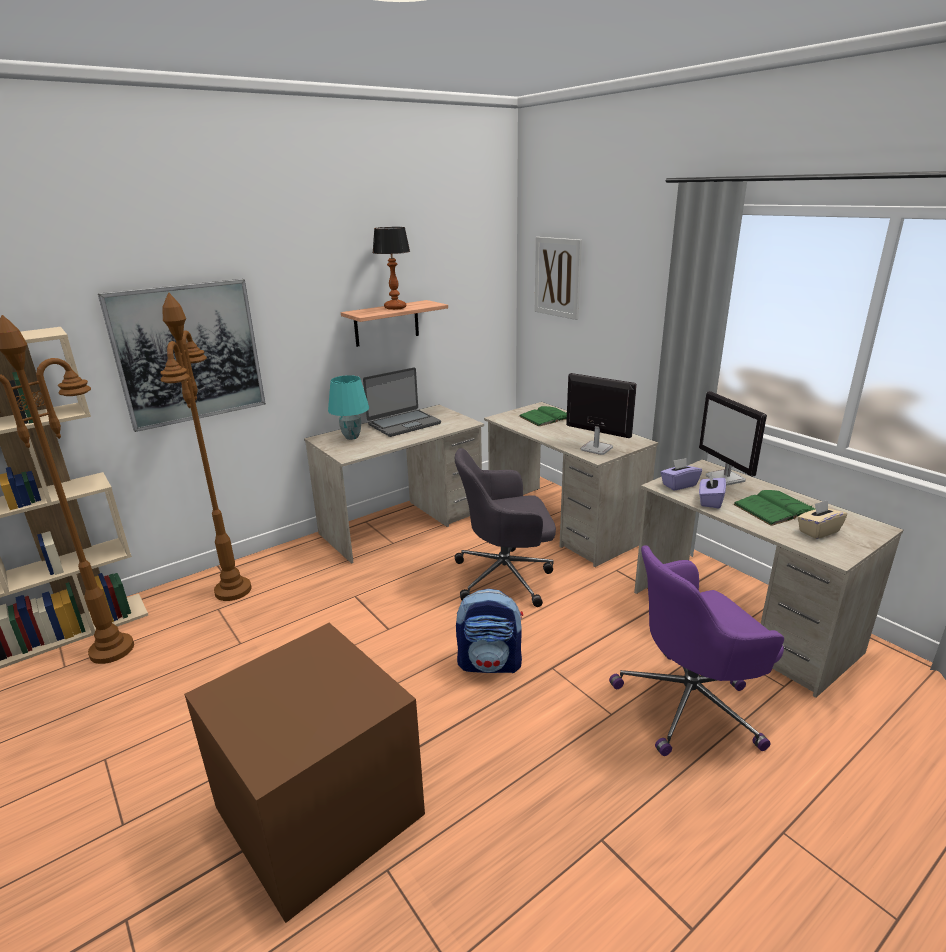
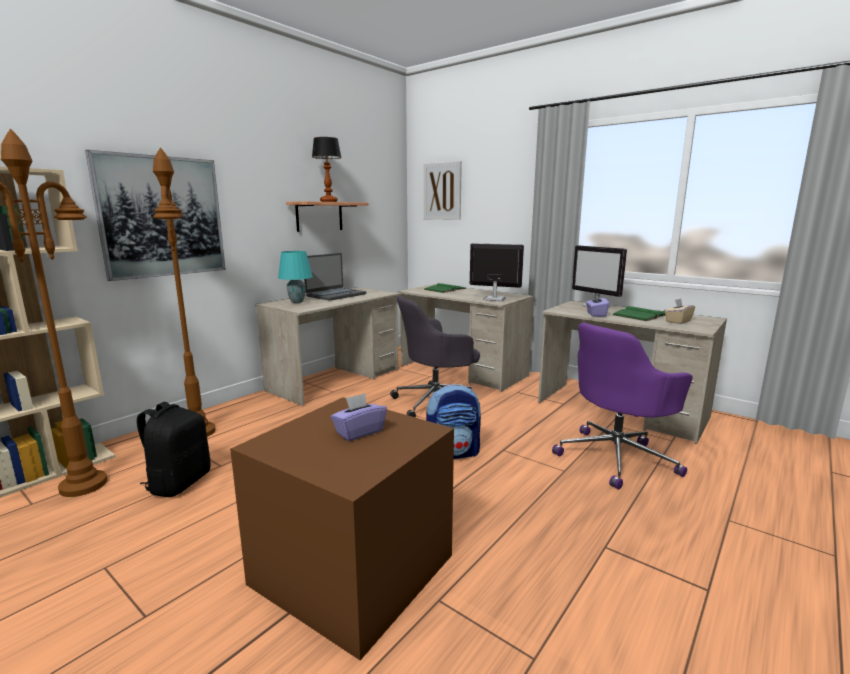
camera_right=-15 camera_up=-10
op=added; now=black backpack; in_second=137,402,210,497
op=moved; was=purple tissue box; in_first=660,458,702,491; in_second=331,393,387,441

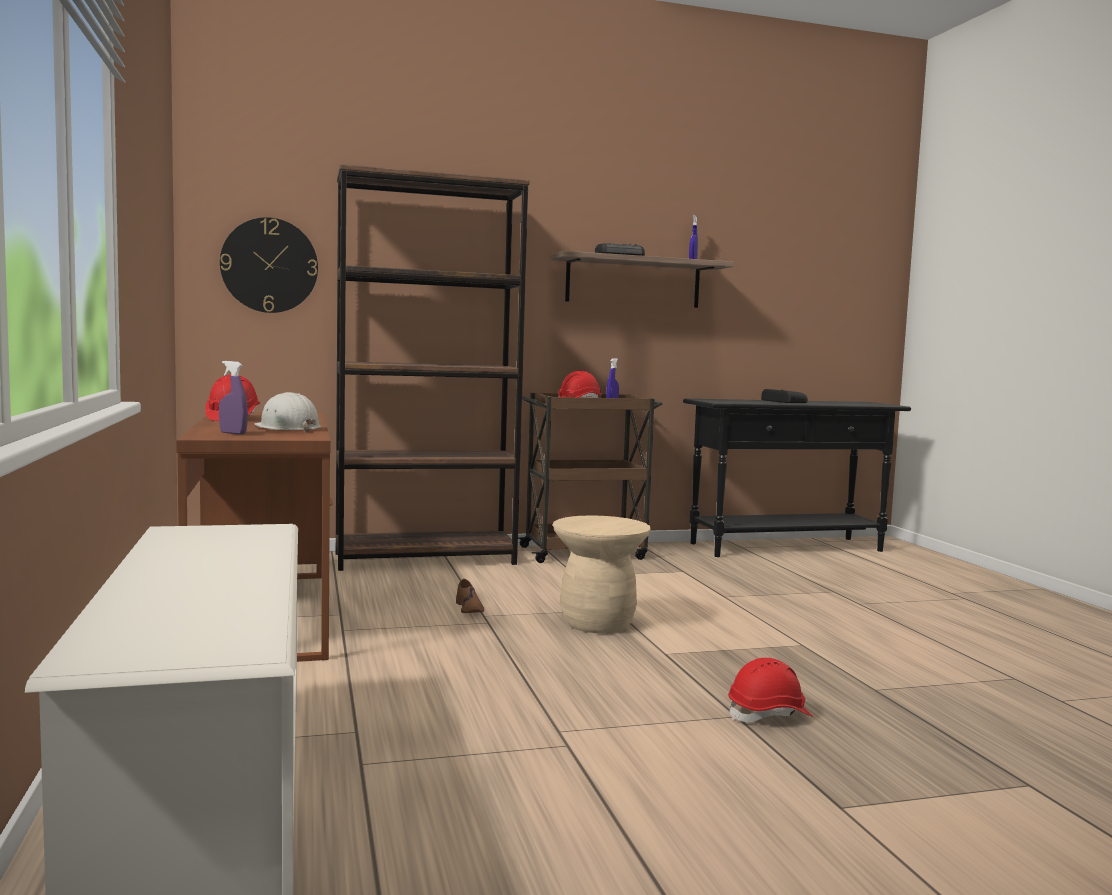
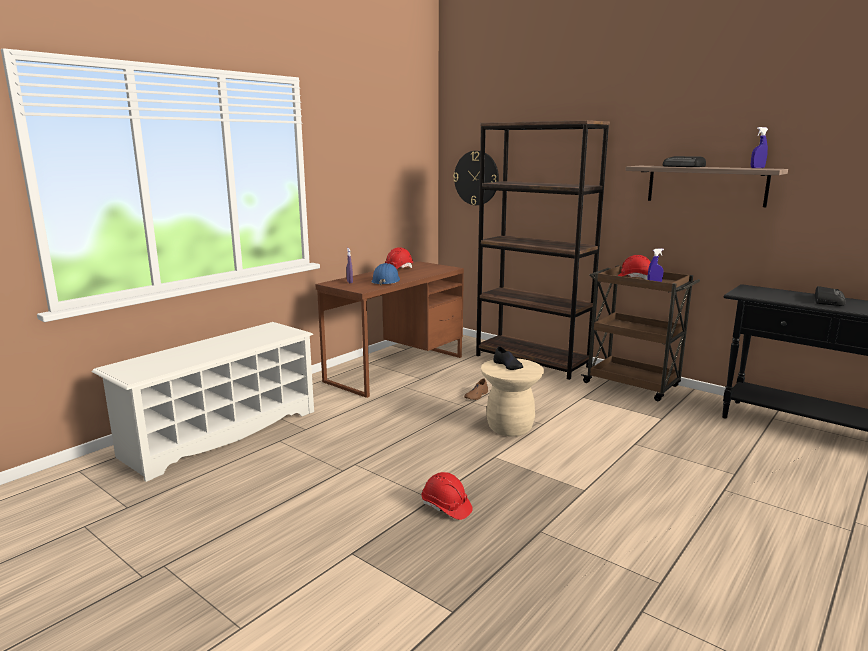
camera_right=55 camera_up=10
op=added; now=black shoe; in_second=493,346,523,370
op=recoloured; was=white hard hat; now=blue hard hat; in_first=255,392,322,432; in_second=372,263,400,285

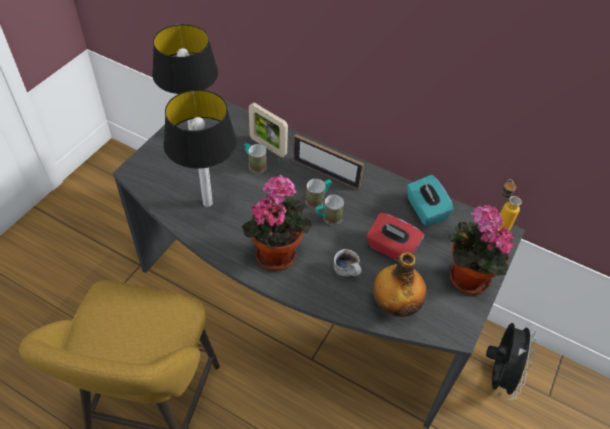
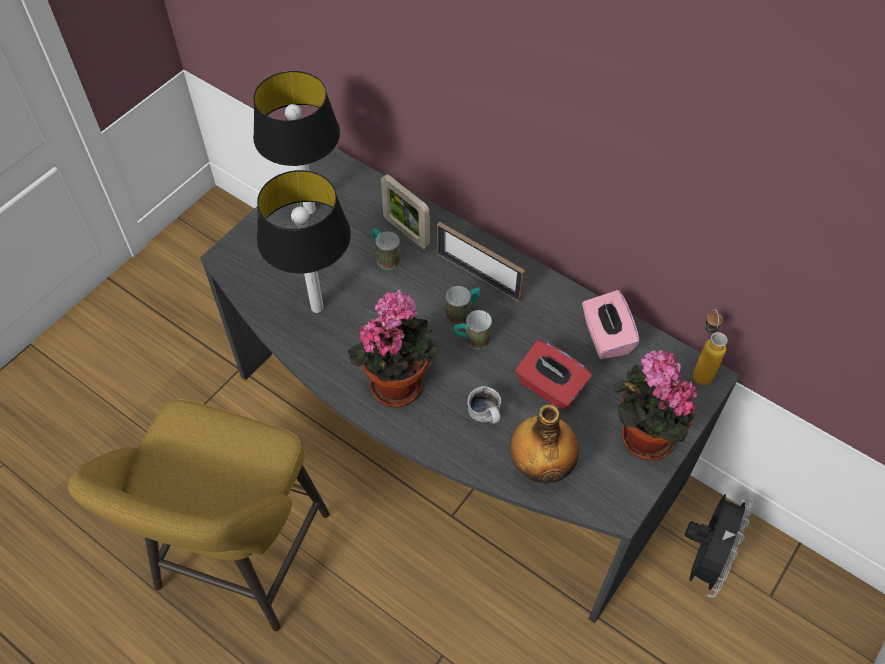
camera_right=10 camera_up=5
op=recoloured; was=turquoise tissue box; now=pink tissue box; in_first=407,175,454,226; in_second=582,290,640,359

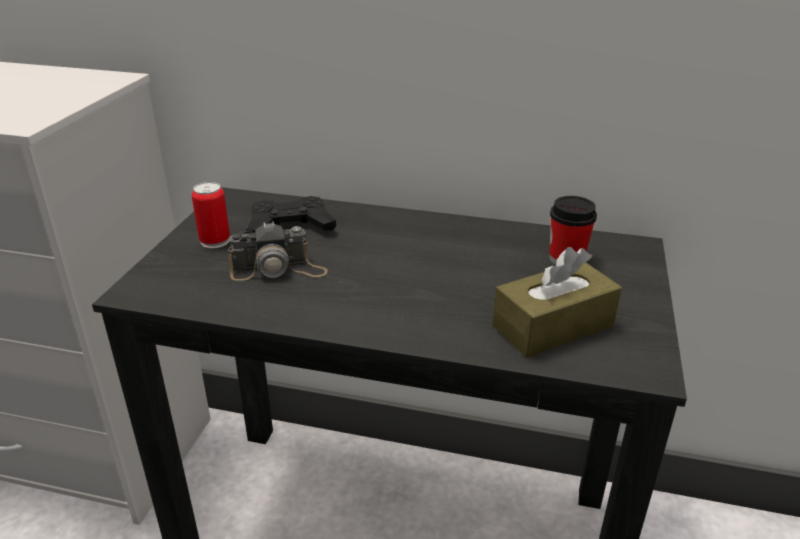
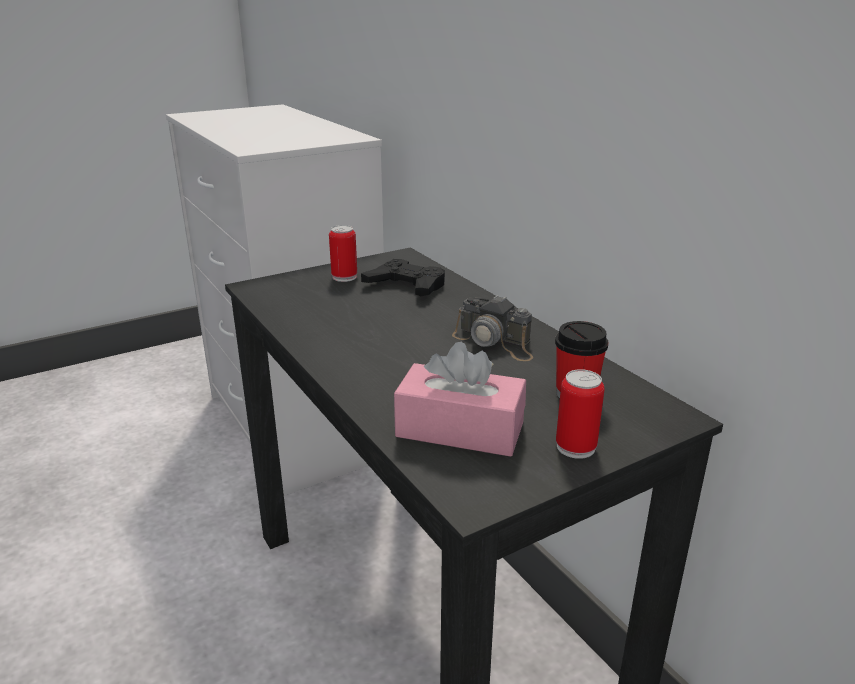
camera_right=45 camera_up=-5
op=added; now=can; in_second=556,369,605,459
op=moved; was=photo camera; in_first=228,221,327,281; in_second=452,295,533,361
op=recoloured; was=brown tissue box; now=pink tissue box; in_first=492,247,622,358; in_second=394,342,526,457

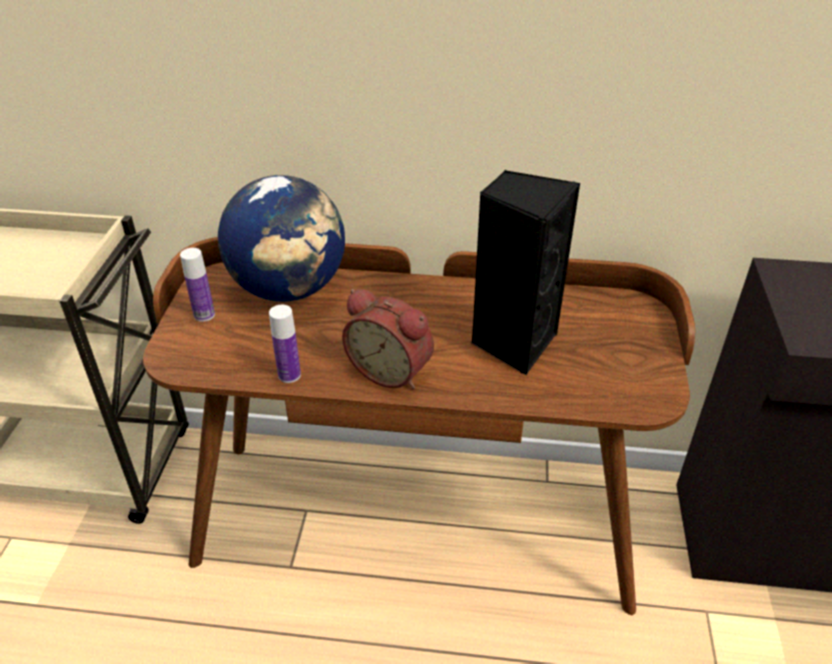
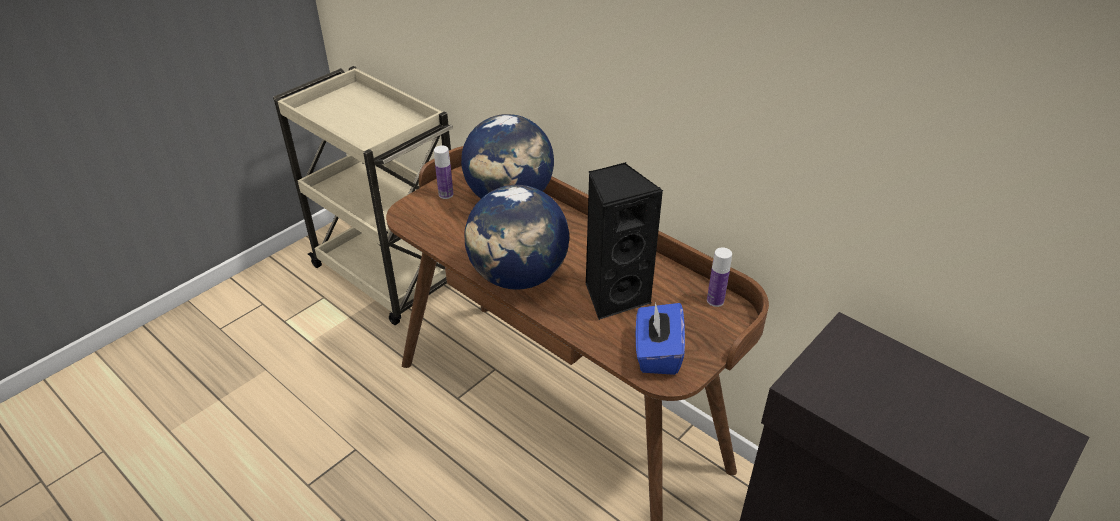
camera_right=35 camera_up=0
op=added; now=blue tissue box; in_second=636,302,685,375
op=moved; was=bottle; in_first=269,305,301,383; in_second=707,247,732,307
op=replaced; was=alarm clock; now=globe; in_first=342,289,434,389; in_second=464,185,569,290

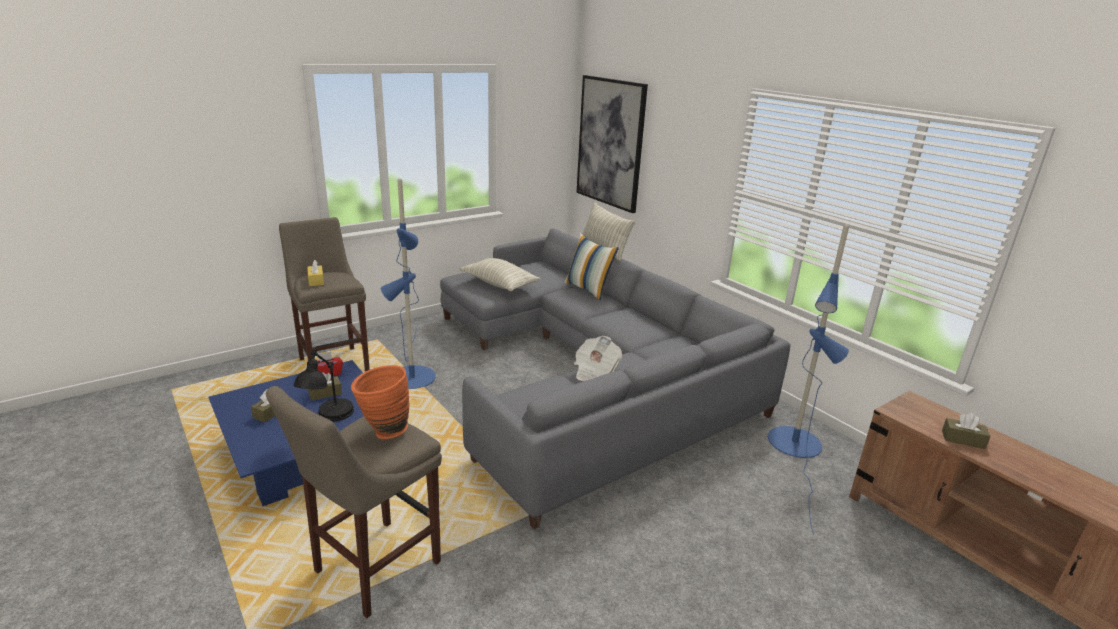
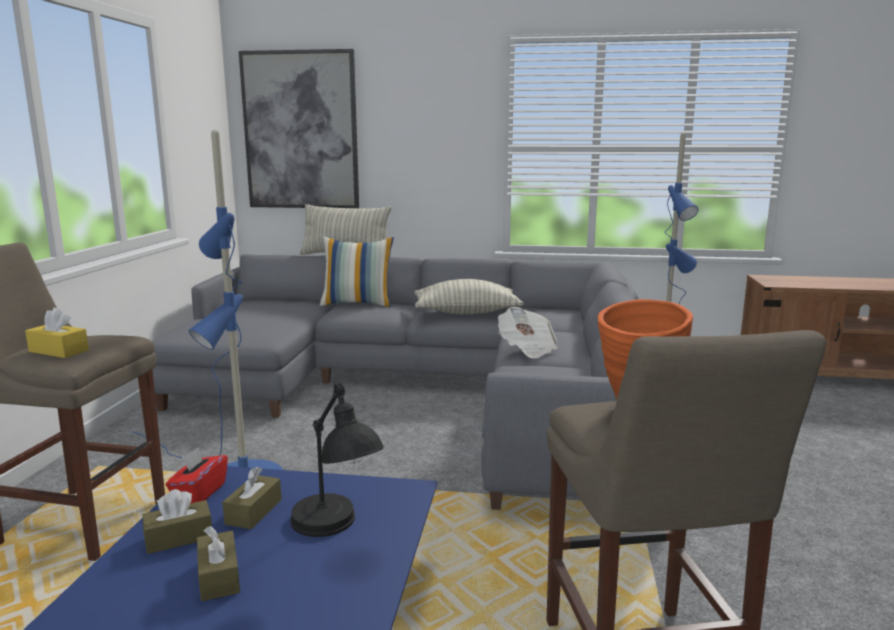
camera_right=-45 camera_up=-10
op=moved; was=pillow; in_first=459,258,541,291; in_second=414,279,524,314
op=moved; was=brown tissue box; in_first=942,413,990,449; in_second=142,489,212,554

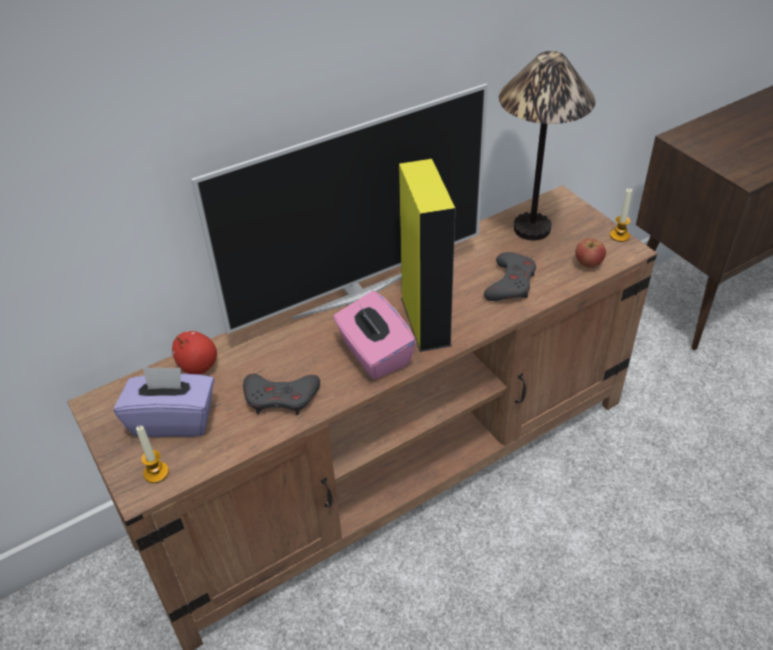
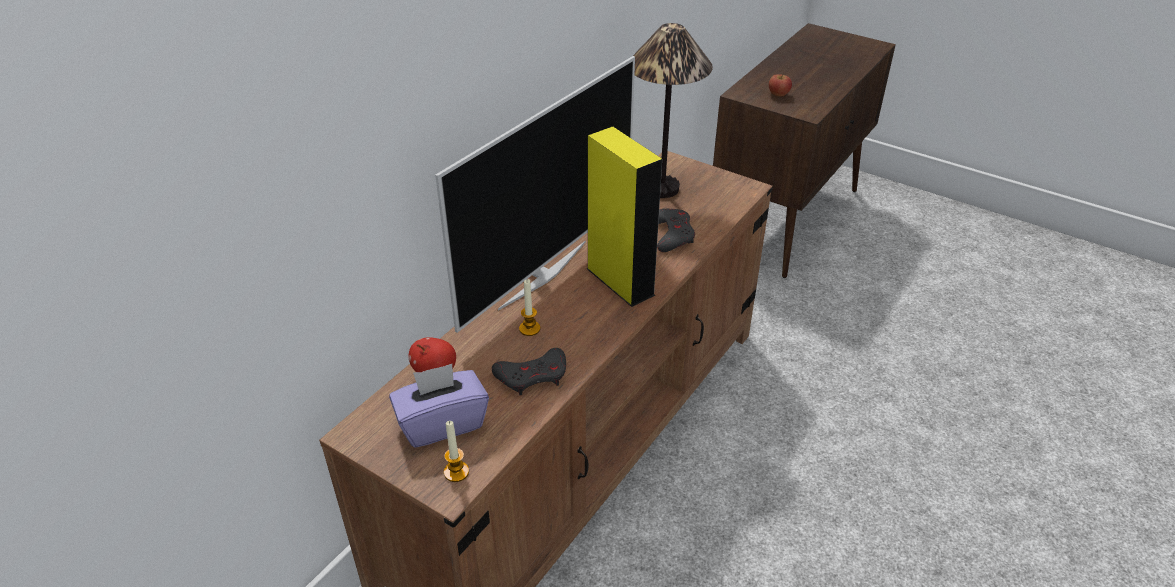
camera_right=-25 camera_up=-5
op=removed; was=pink tissue box; in_first=333,291,416,380
op=moved; was=apple; in_first=575,238,606,268; in_second=769,74,792,97
op=moved; was=candle; in_first=610,188,632,242; in_second=519,279,540,336

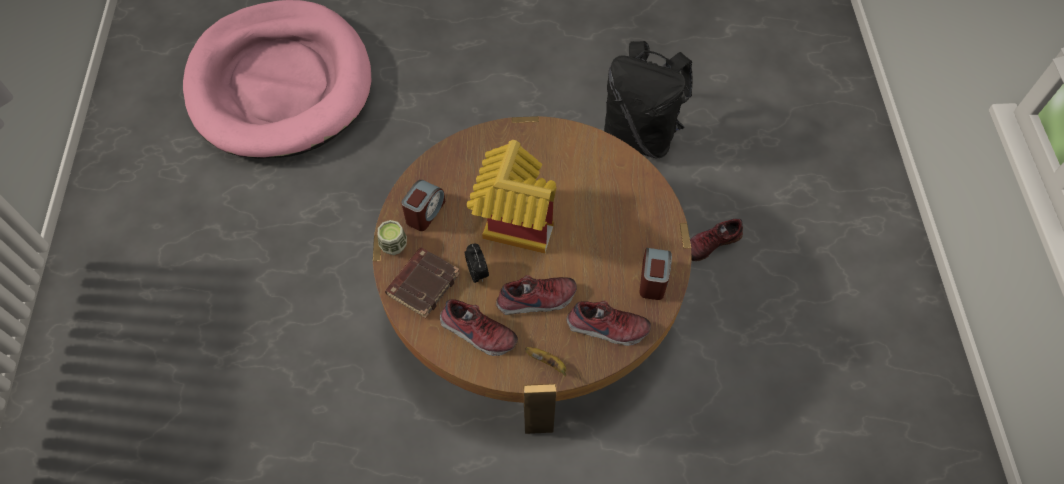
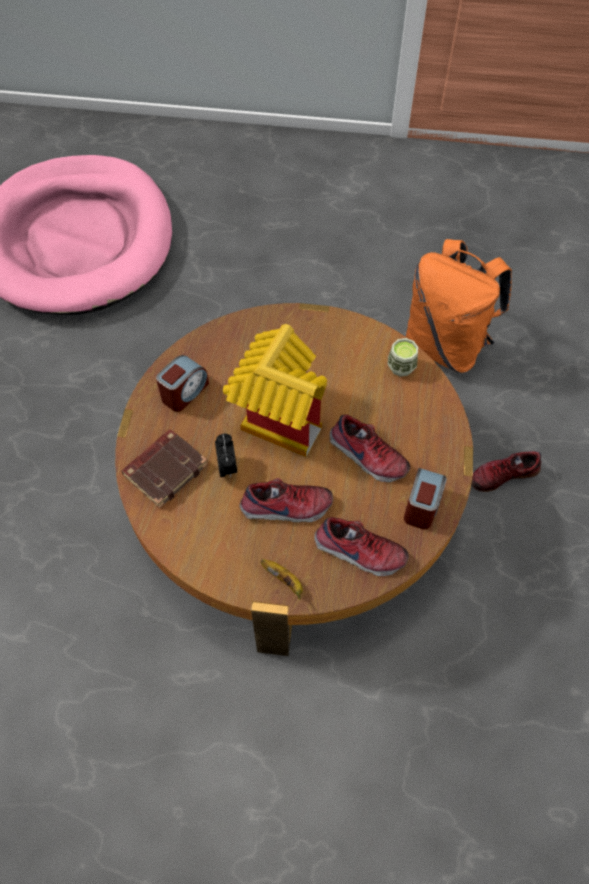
camera_right=10 camera_up=0
op=moved; was=cup; in_first=377,220,407,255; in_second=388,338,418,377
op=moved; was=shoe; in_first=440,299,518,356; in_second=329,415,410,482
op=recoloured; was=black backpack; now=orange backpack; in_first=604,41,692,158; in_second=406,239,512,373

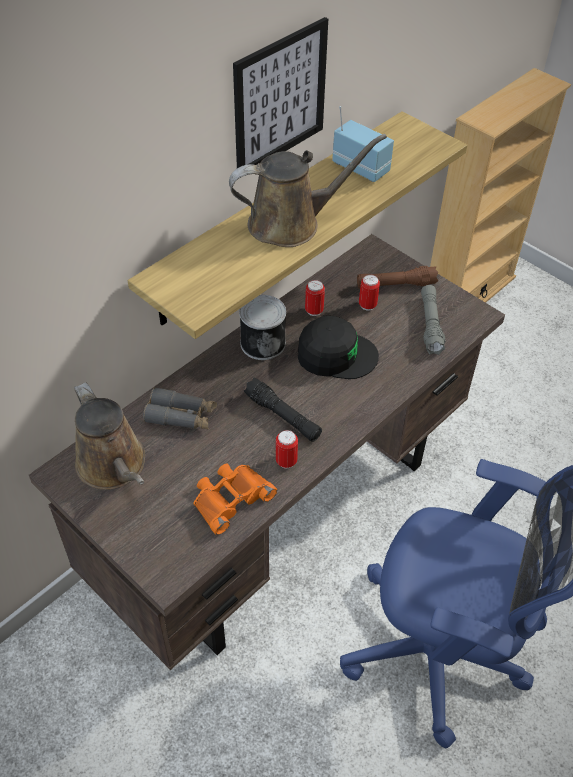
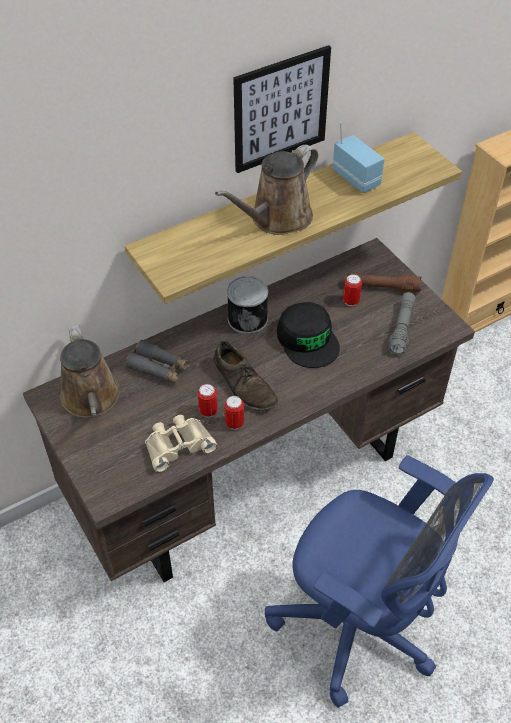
camera_right=15 camera_up=0
op=moved; was=can; in_first=305,280,325,316; in_second=198,384,218,417
op=replaced; was=black flashlight; now=brown shoe; in_first=244,378,322,442; in_second=213,341,278,411
op=recoloured; was=orange binoculars; now=beige binoculars; in_first=194,464,277,535; in_second=145,415,218,472
op=turned; was=brown watering can; in_first=229,134,387,247; in_second=215,145,318,235; clockwise=135
op=turned; was=black cap; in_first=298,316,379,379; in_second=277,302,340,368; clockwise=45

